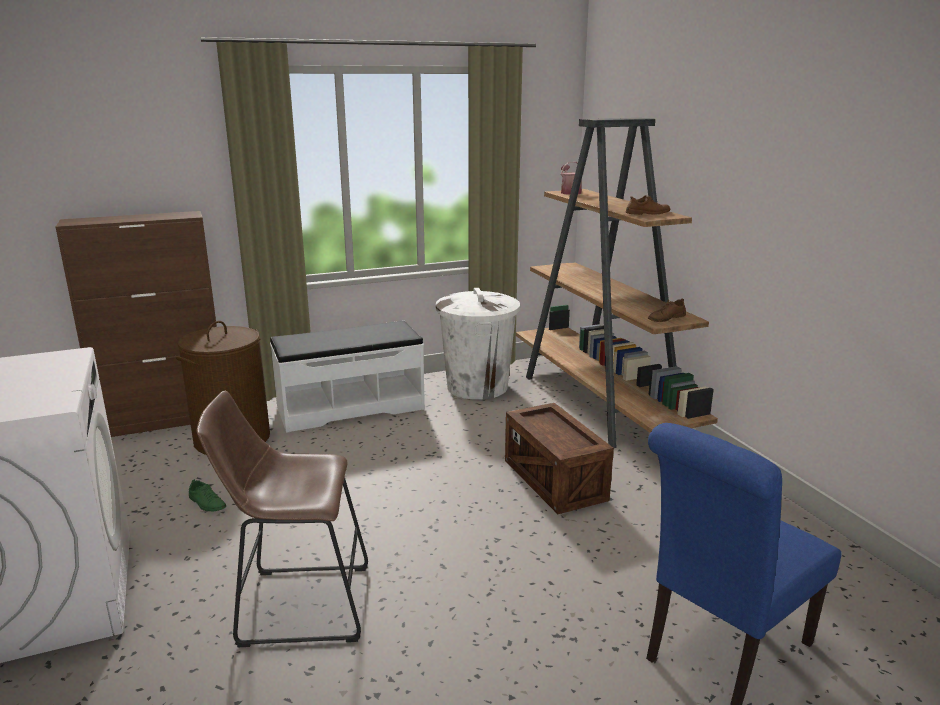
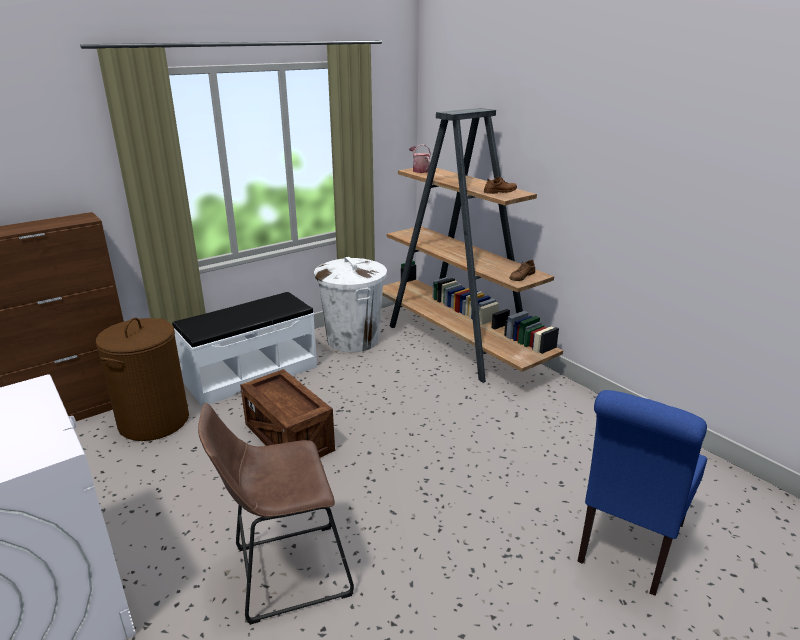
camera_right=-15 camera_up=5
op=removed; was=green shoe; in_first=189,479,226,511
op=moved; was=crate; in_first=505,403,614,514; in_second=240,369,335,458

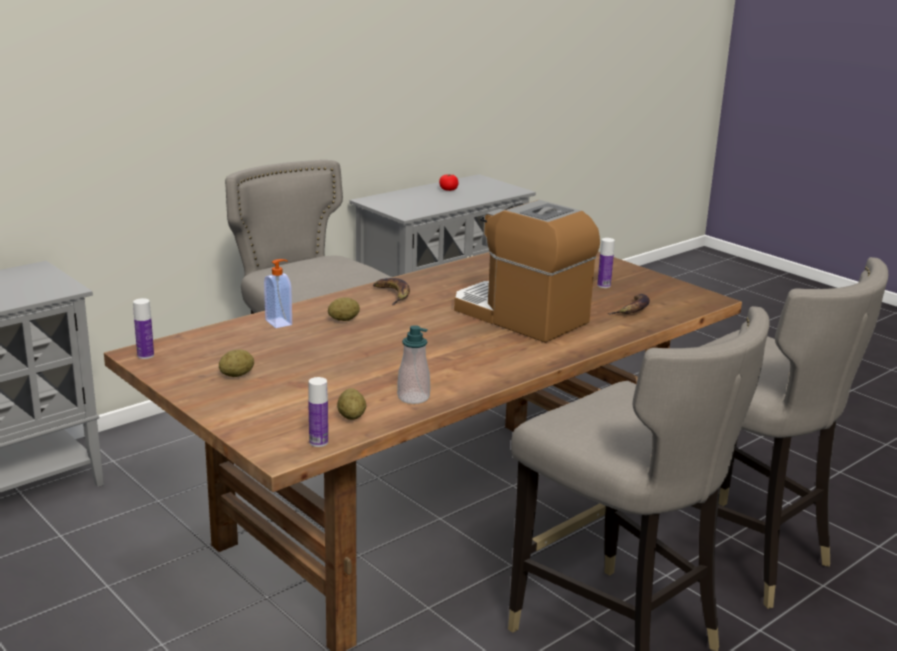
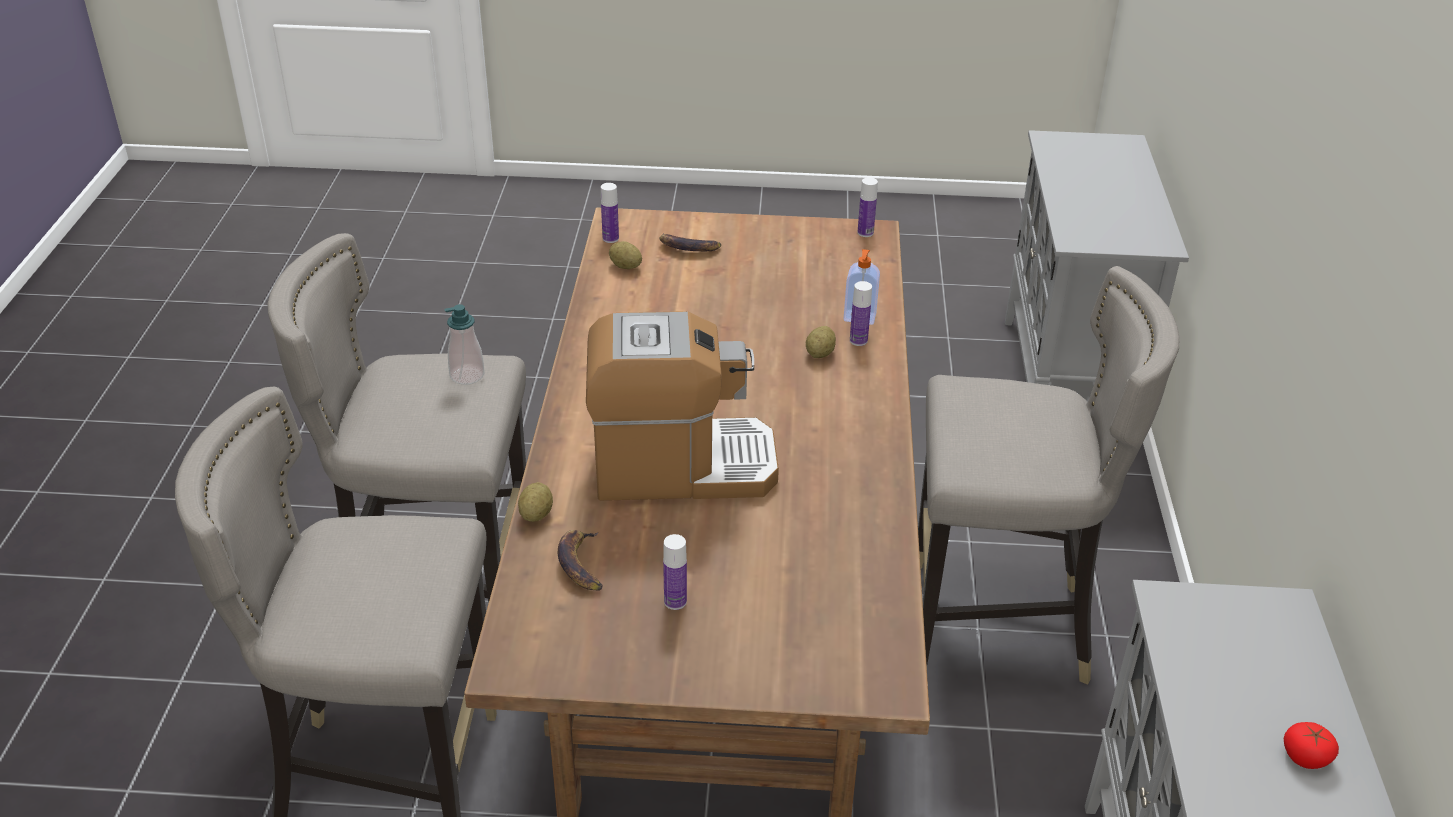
camera_right=135 camera_up=15
op=added; now=bottle; in_second=850,281,872,346
op=moved; was=potato; in_first=219,349,254,377; in_second=518,482,553,522
op=moved; was=banana; in_first=373,278,410,305; in_second=660,234,721,251
op=moved; was=soap dispenser; in_first=397,325,430,404; in_second=444,304,484,385

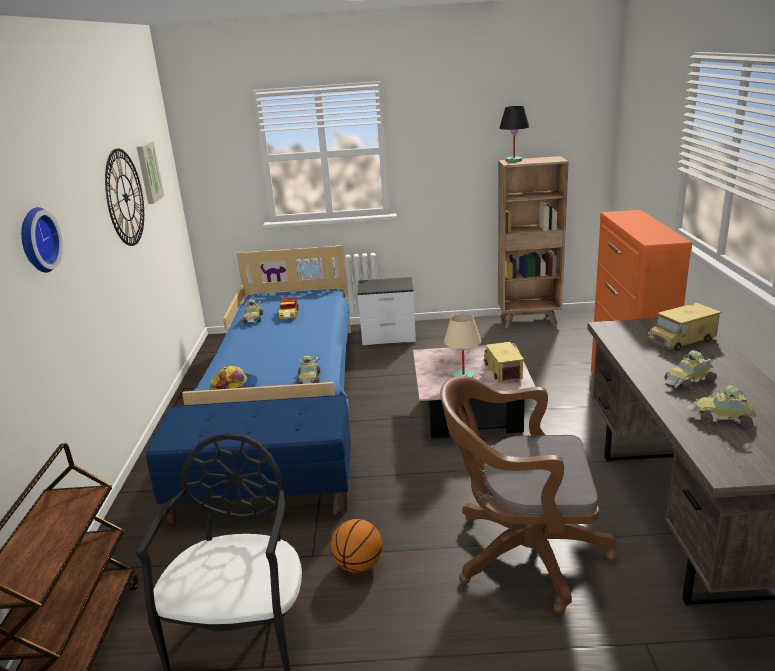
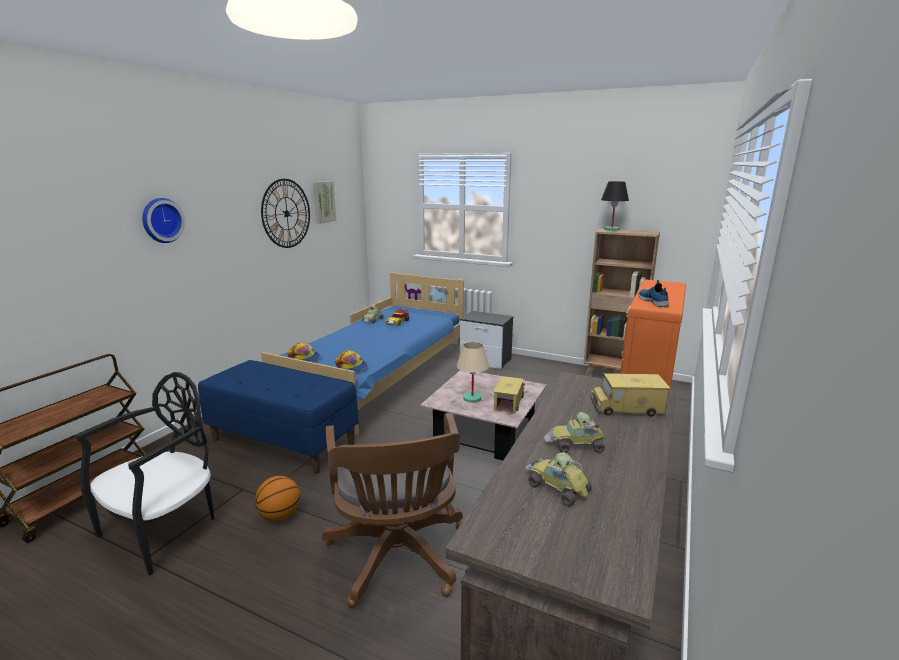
camera_right=25 camera_up=-5
op=added; now=shoe; in_second=638,280,669,307
op=replaced; was=toy car; now=cap; in_first=296,355,320,384; in_second=335,350,368,372
op=turned; was=brown office chair; in_first=440,376,617,615; in_second=322,413,463,608; clockwise=-135

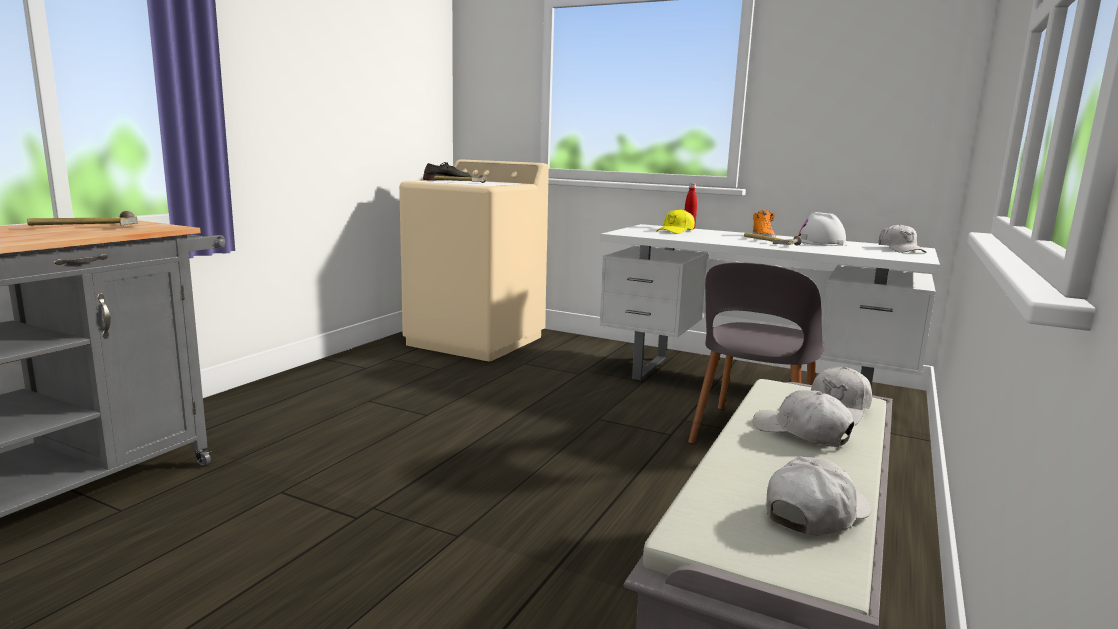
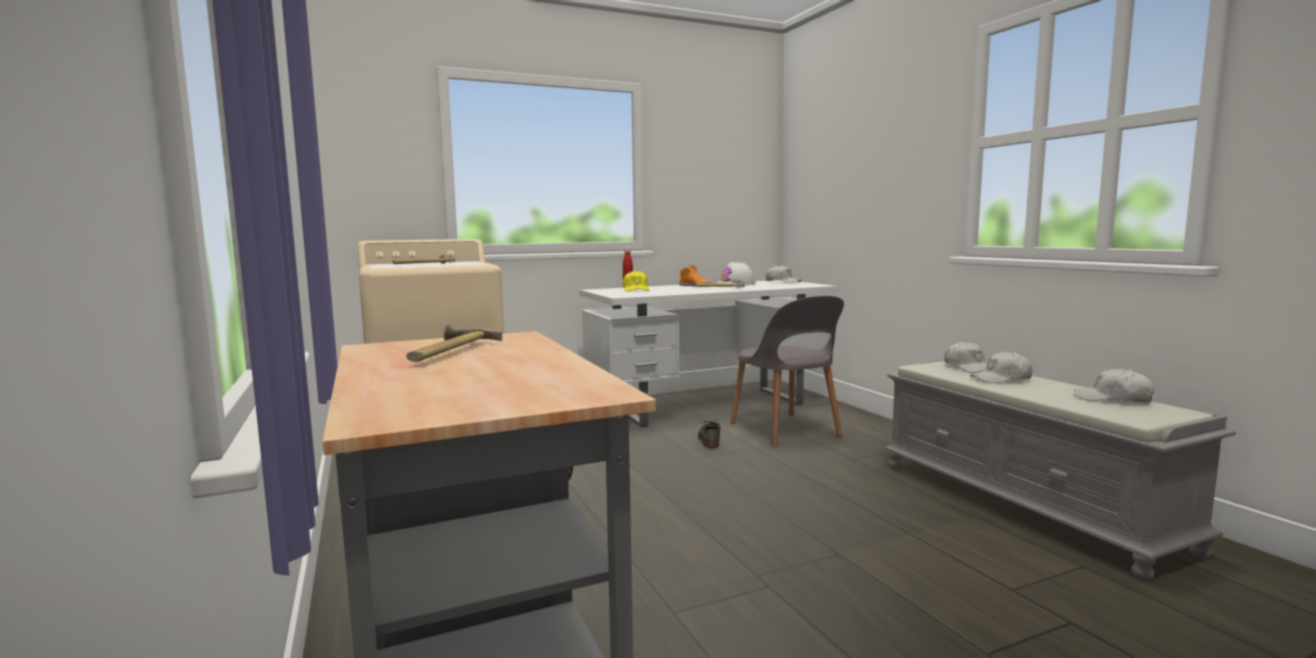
camera_right=-50 camera_up=-5
op=moved; was=grey shoe; in_first=423,162,472,181; in_second=698,421,720,448
op=turned; was=white cap; in_first=766,457,871,536; in_second=1074,368,1155,403; clockwise=-60

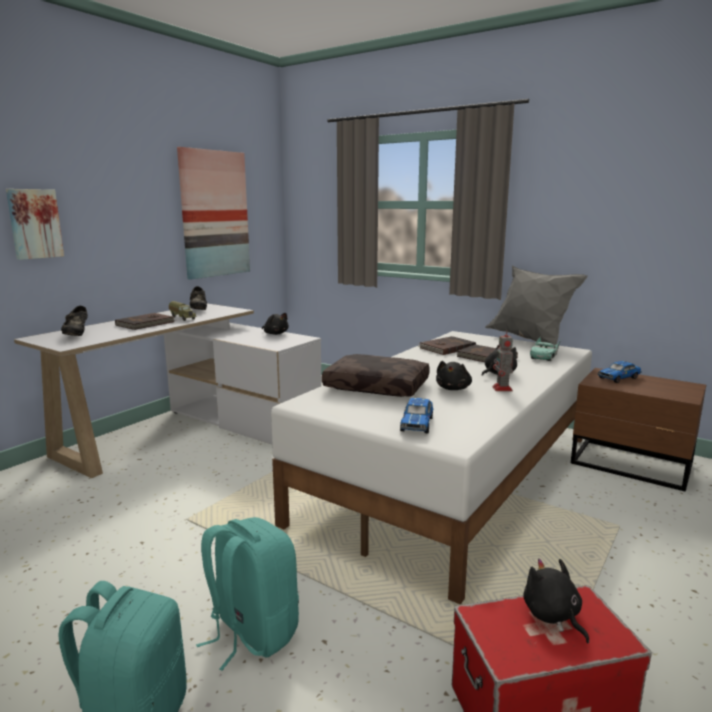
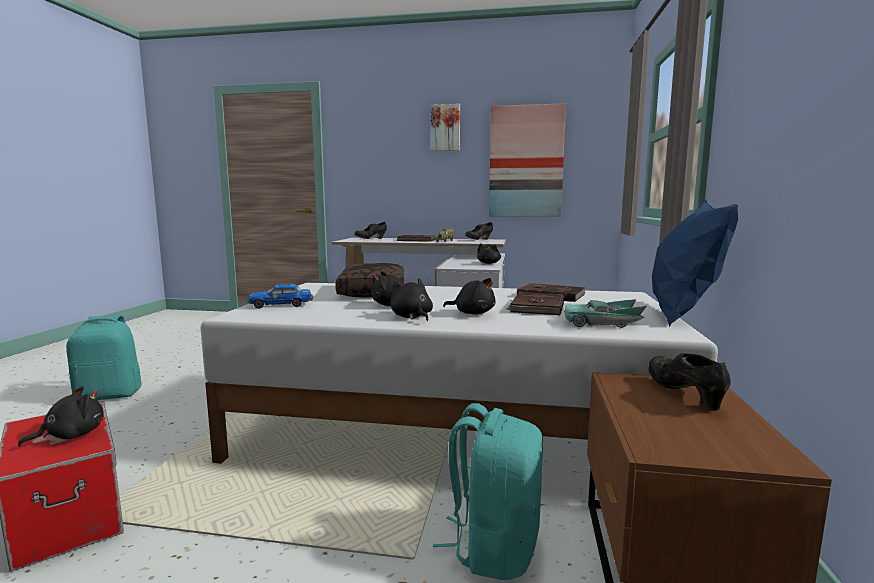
camera_right=65 camera_up=-5
op=moved; was=picture; in_first=6,189,64,260; in_second=430,104,460,151
op=moved; was=turquoise backpack; in_first=196,517,299,671; in_second=433,403,543,580
op=replaced; was=toy robot; now=black plush toy; in_first=492,329,513,391; in_second=390,278,433,321
op=replaced; was=toy car; now=black shoe; in_first=597,361,642,383; in_second=648,353,731,411
op=recoloured; was=grey pillow; now=blue pillow; in_first=485,266,587,345; in_second=652,200,738,327

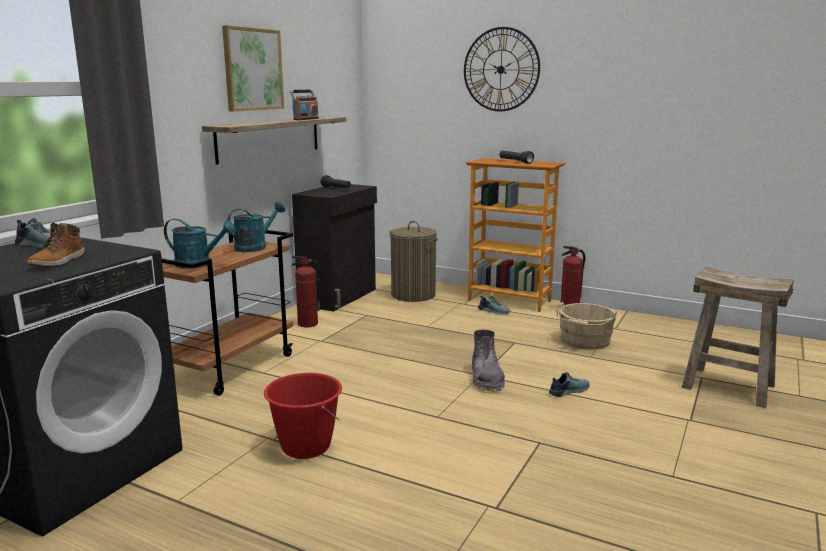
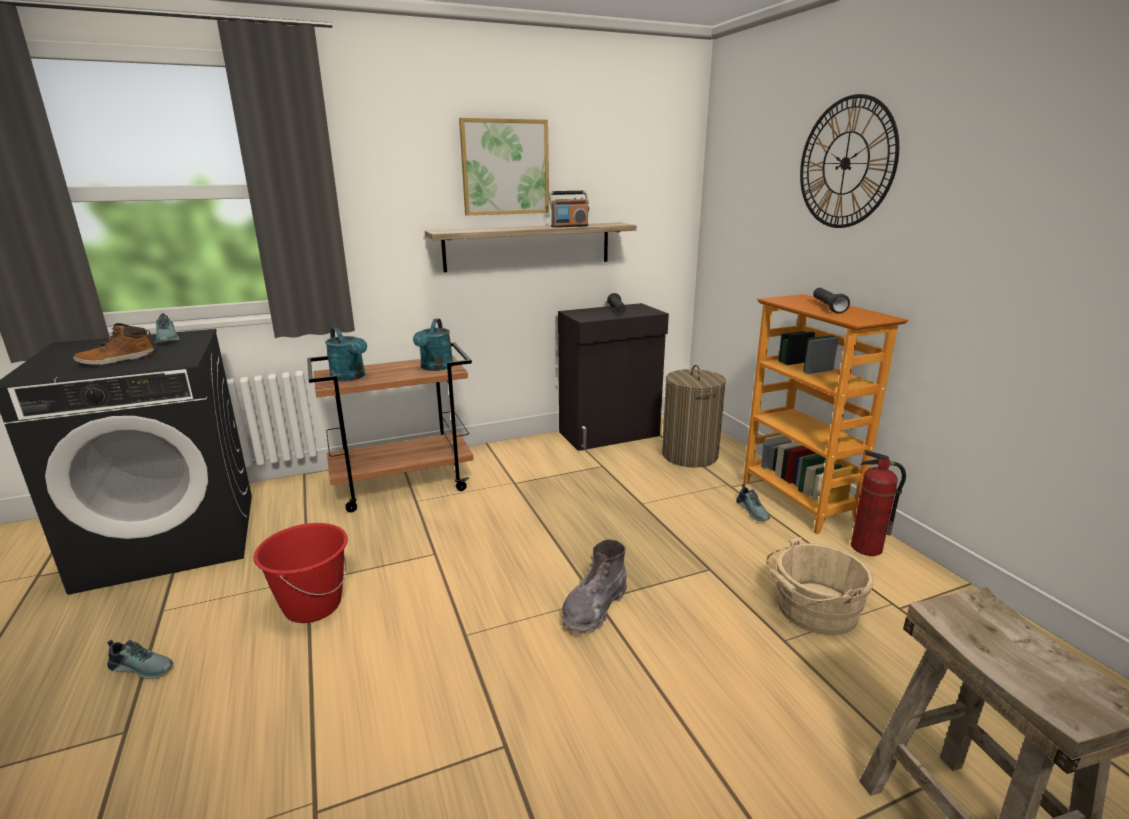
camera_right=40 camera_up=5
op=removed; was=fire extinguisher; in_first=291,256,320,327
op=moved; was=shoe; in_first=549,372,590,397; in_second=107,640,173,679
op=turned; was=turquoise watering can; in_first=227,201,285,252; in_second=413,319,453,371; clockwise=105

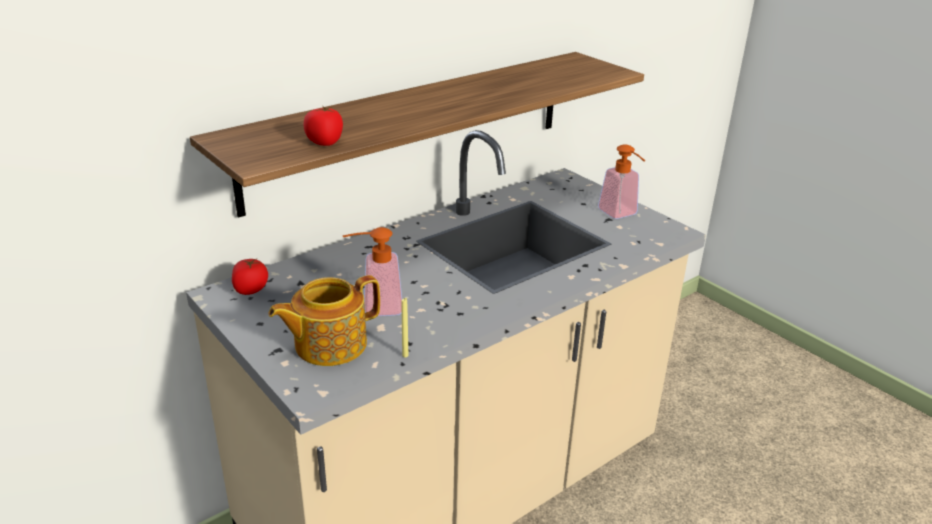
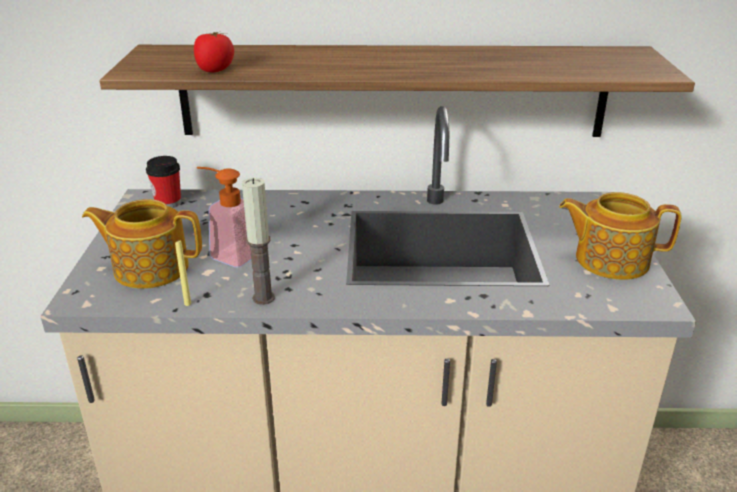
camera_right=40 camera_up=0
op=added; now=candle; in_second=242,178,275,305
op=replaced; was=tomato; now=cup; in_first=232,259,268,295; in_second=146,156,181,208
op=replaced; was=soap dispenser; now=teapot; in_first=598,144,645,219; in_second=559,192,681,280

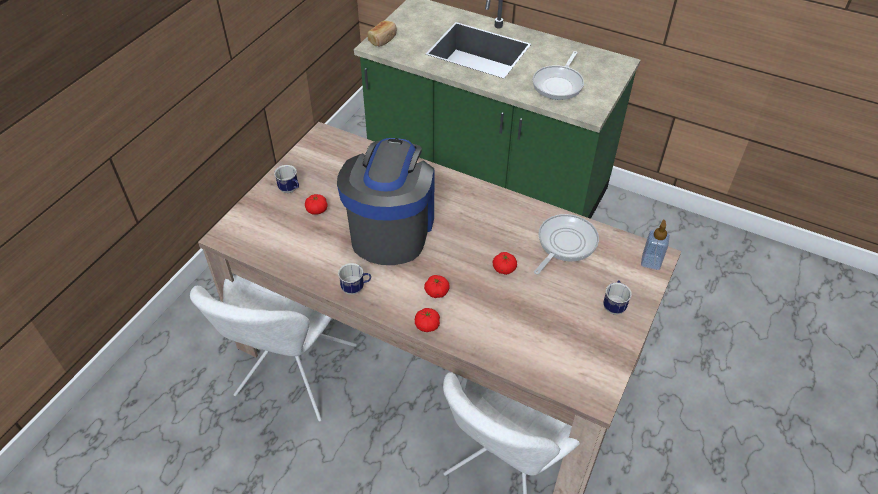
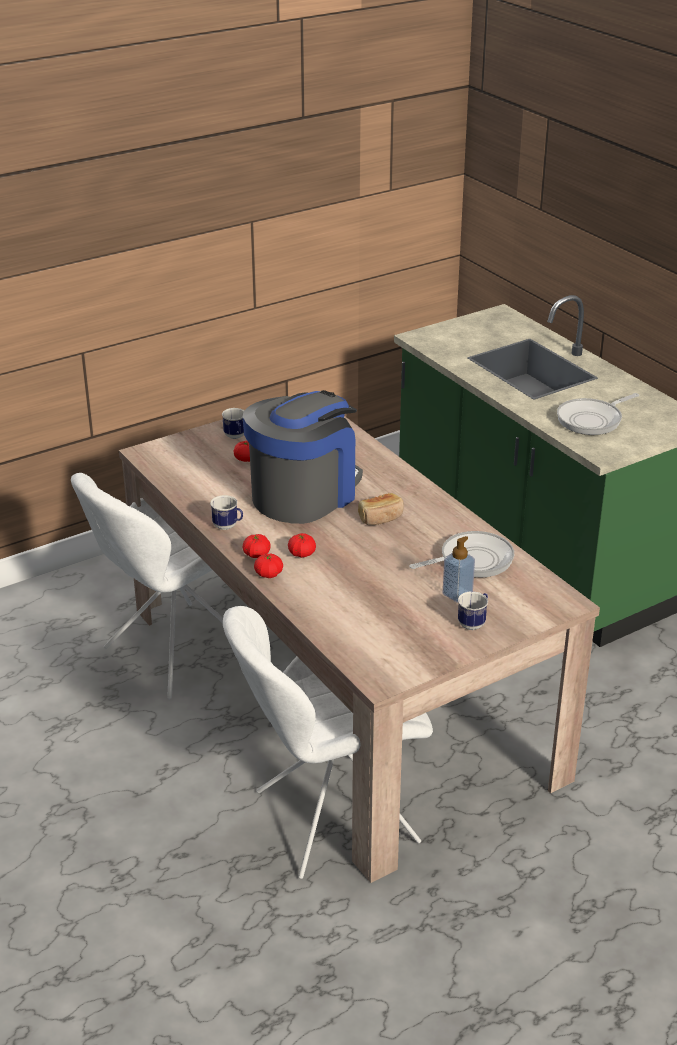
camera_right=30 camera_up=-15
op=moved; was=bread; in_first=367,20,397,46; in_second=358,493,404,525
op=moved; was=tomato; in_first=493,252,517,275; in_second=243,534,270,558
op=moved; was=soap dispenser; in_first=641,220,670,270; in_second=443,536,475,603

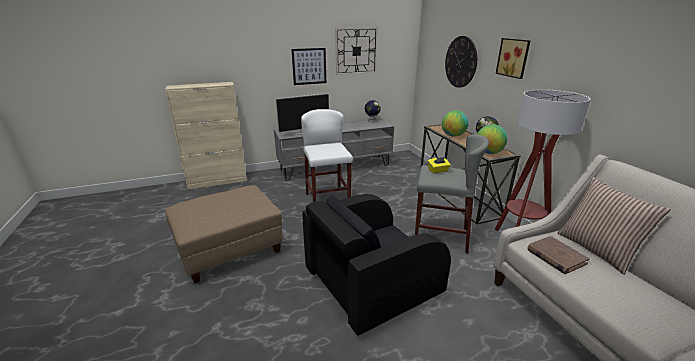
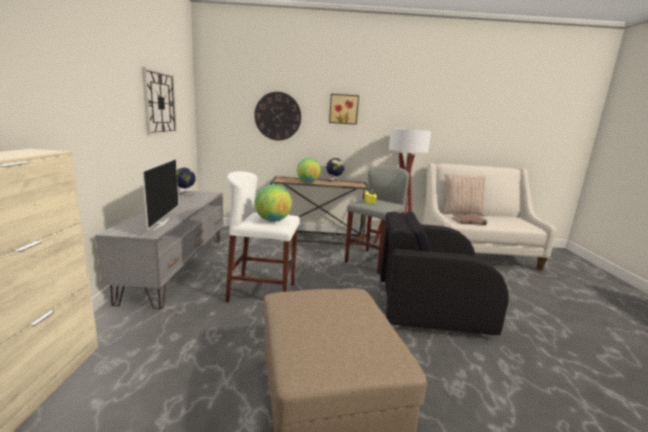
camera_right=-70 camera_up=-10
op=removed; was=picture; in_first=291,48,326,85
op=moved; was=globe; in_first=477,124,508,154; in_second=255,185,292,222
op=turned; was=black armchair; in_first=302,194,451,336; in_second=380,211,509,339; clockwise=105

